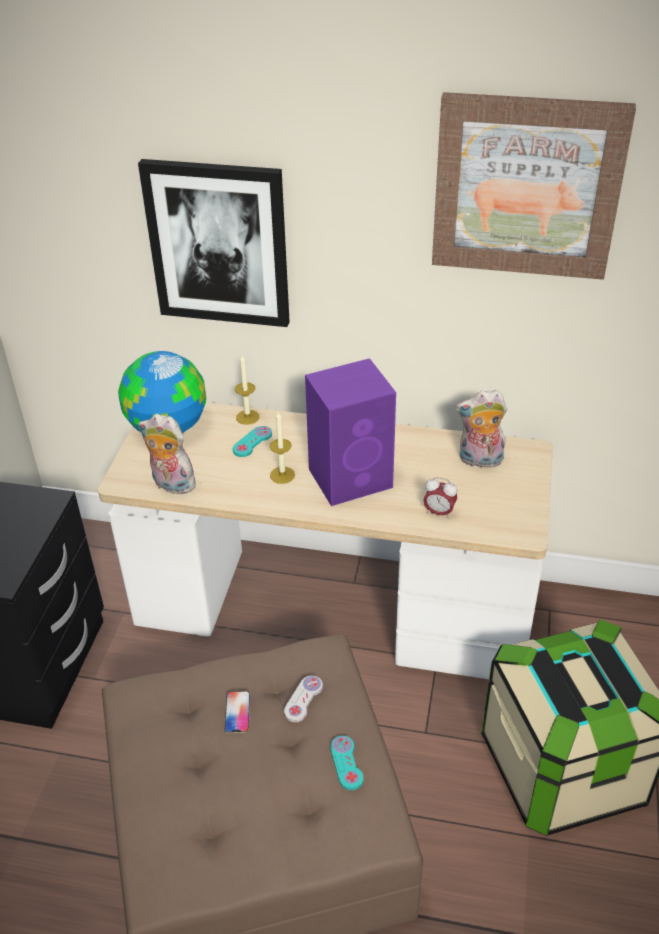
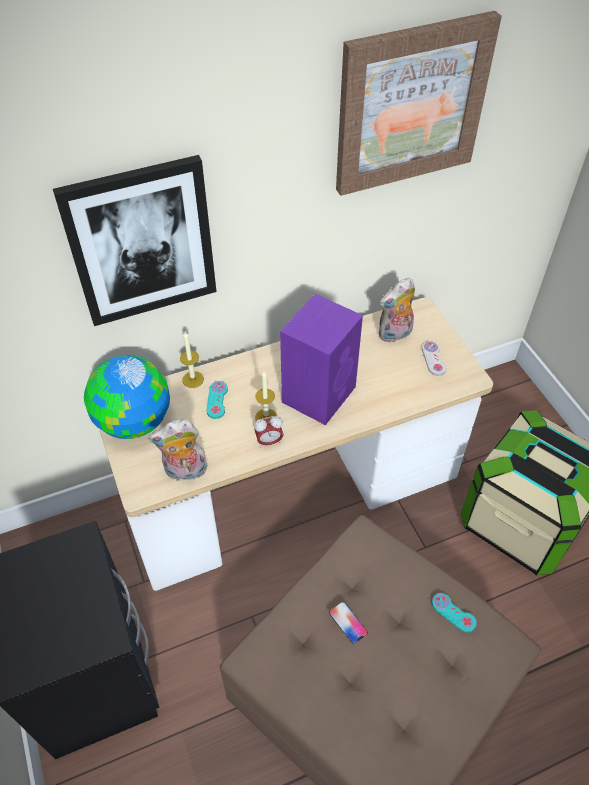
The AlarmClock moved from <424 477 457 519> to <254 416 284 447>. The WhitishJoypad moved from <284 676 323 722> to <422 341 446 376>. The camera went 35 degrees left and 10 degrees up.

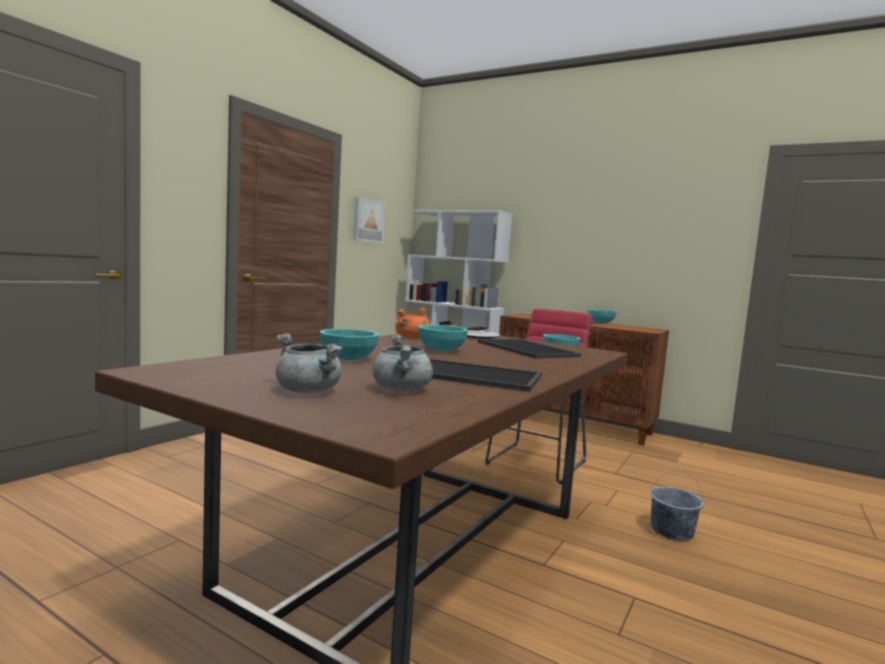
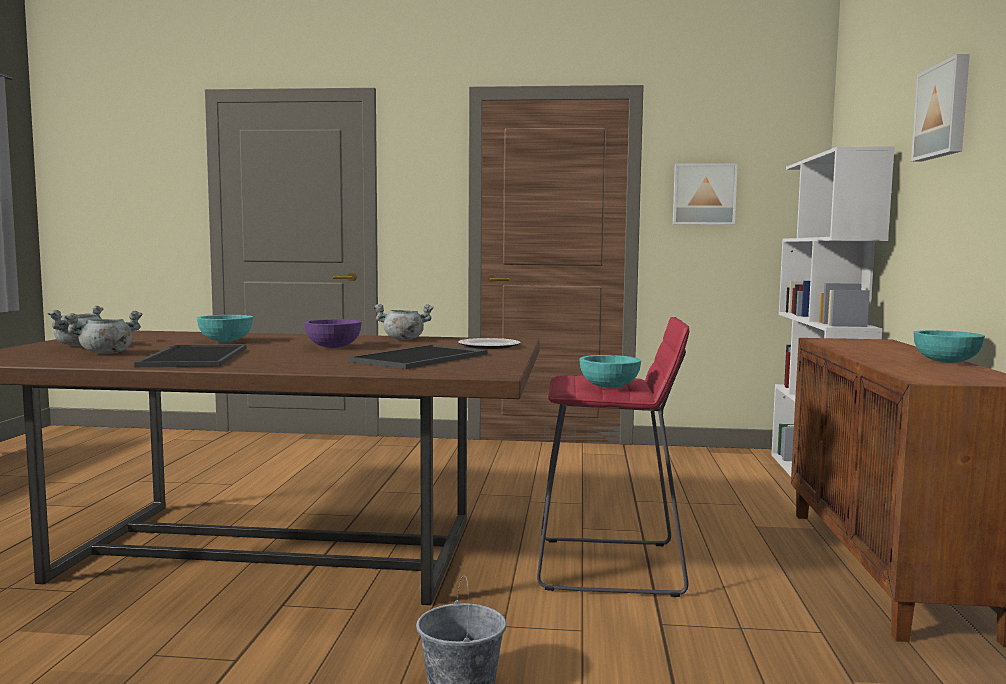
The OrangeColouredStockpot at <395 308 430 339> became the GrayStockpot at <373 304 434 340>. The BlueGreenServingBowl at <418 325 468 351> became the PurpleColouredServingBowl at <304 319 362 348>. The WallArt at <911 54 970 162> appeared. The camera went 65 degrees right and 0 degrees up.

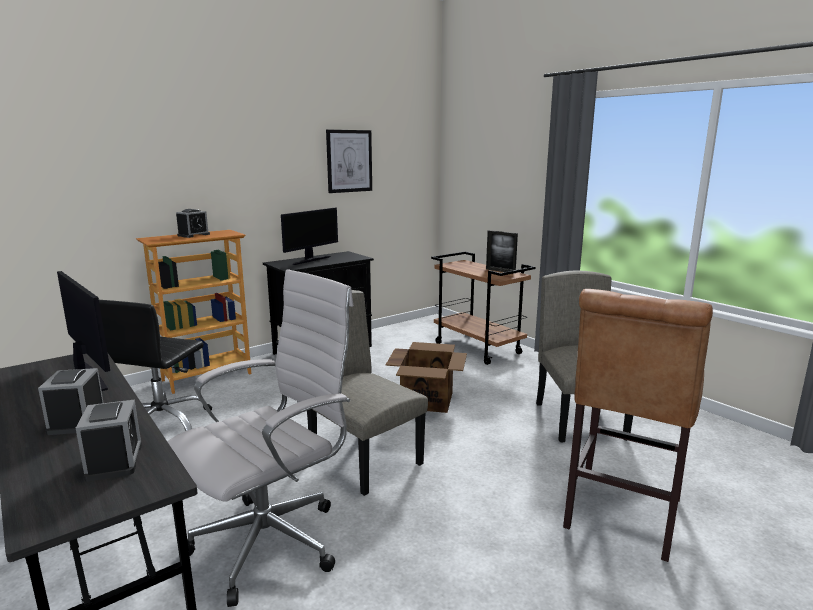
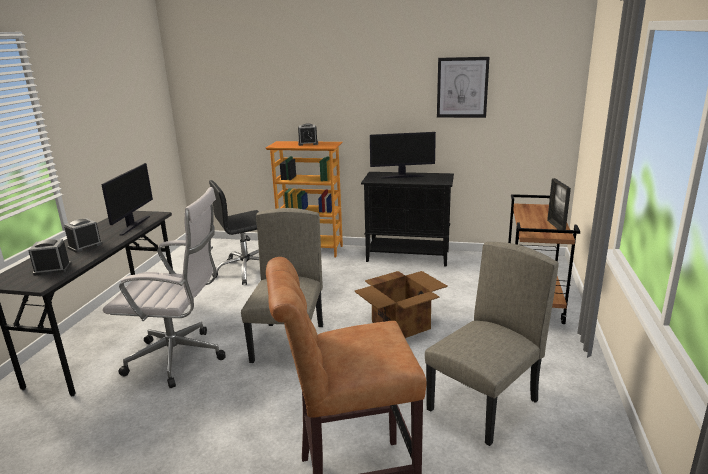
The AlarmClock at <76 400 142 482> turned 135 degrees counterclockwise. The camera went 50 degrees right and 5 degrees up.

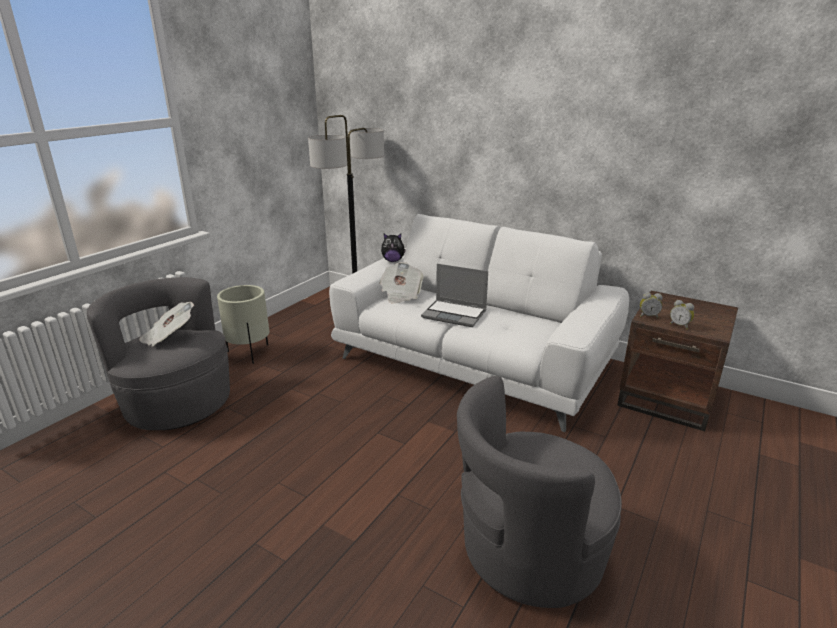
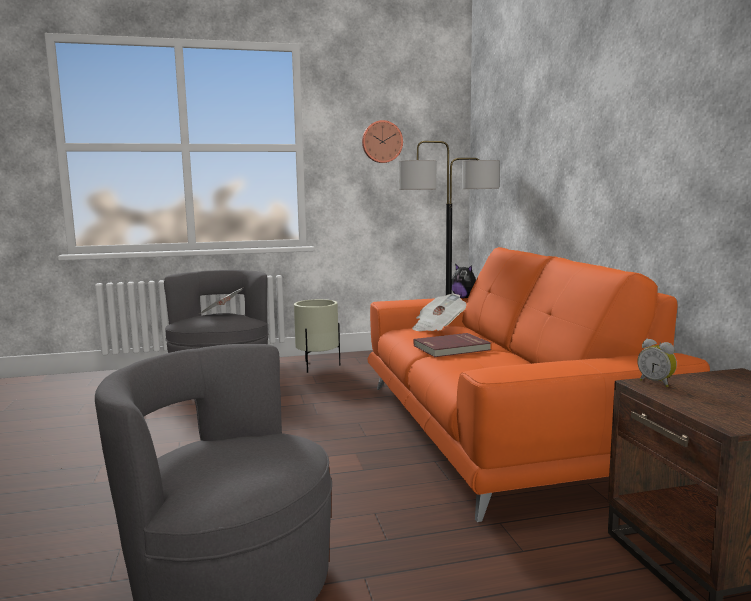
The WhitishCouch at <329 214 629 432> became the OrangeColouredCouch at <367 247 710 522>. The NotebookComputer at <421 264 488 327> was replaced by the RedVolume at <413 333 491 357>. The AlarmClock at <670 300 694 329> disappeared. The HangingClock at <362 120 403 163> appeared. The camera went 45 degrees right and 15 degrees down.

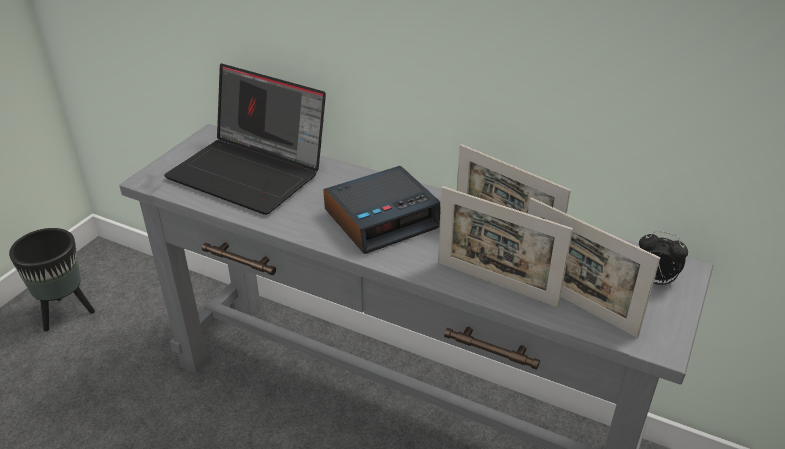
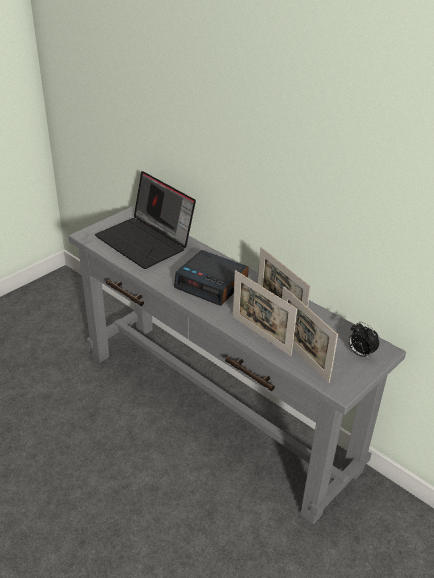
The AlarmClock at <323 166 440 254> turned 45 degrees clockwise. The BlackPlanter at <9 228 95 332> disappeared. The camera went 15 degrees right and 0 degrees up.

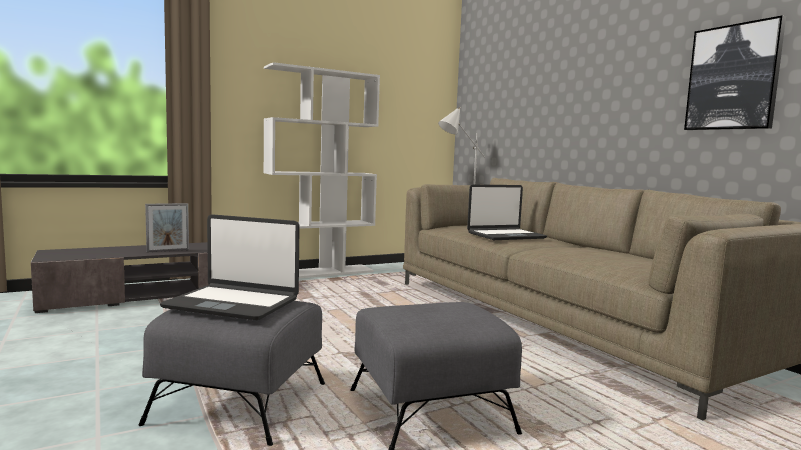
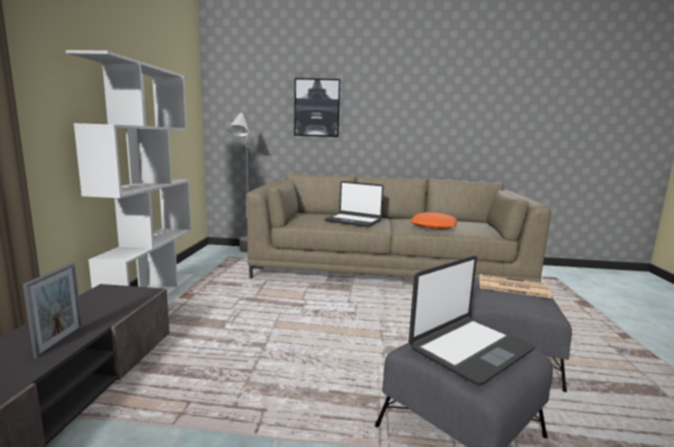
The WallArt moved from <684 15 786 130> to <294 78 341 137>. The NotebookComputer at <467 184 547 240> turned 105 degrees clockwise. The OrangeColouredThrowPillow at <410 212 457 230> appeared. The Newspaper at <479 274 552 298> appeared. The camera went 55 degrees left and 5 degrees up.

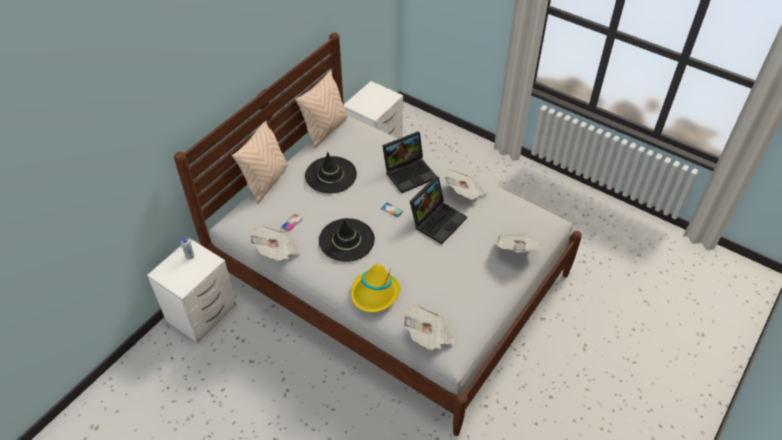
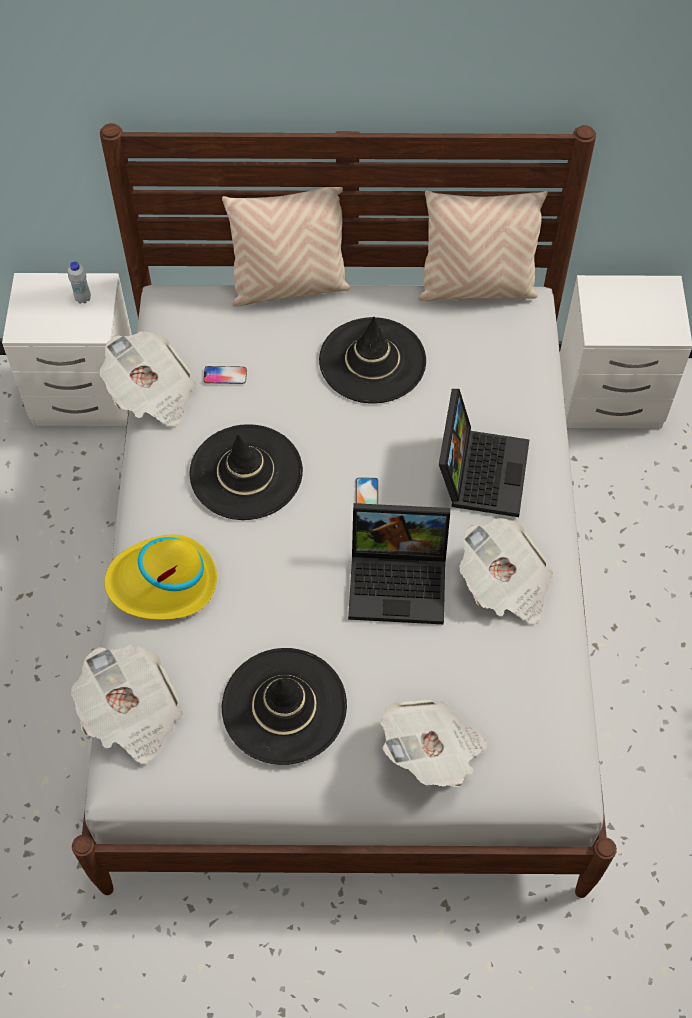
The NotebookComputer at <382 131 436 193> turned 105 degrees counterclockwise. The BlackHat at <222 648 347 765> appeared. The camera went 55 degrees right and 10 degrees up.

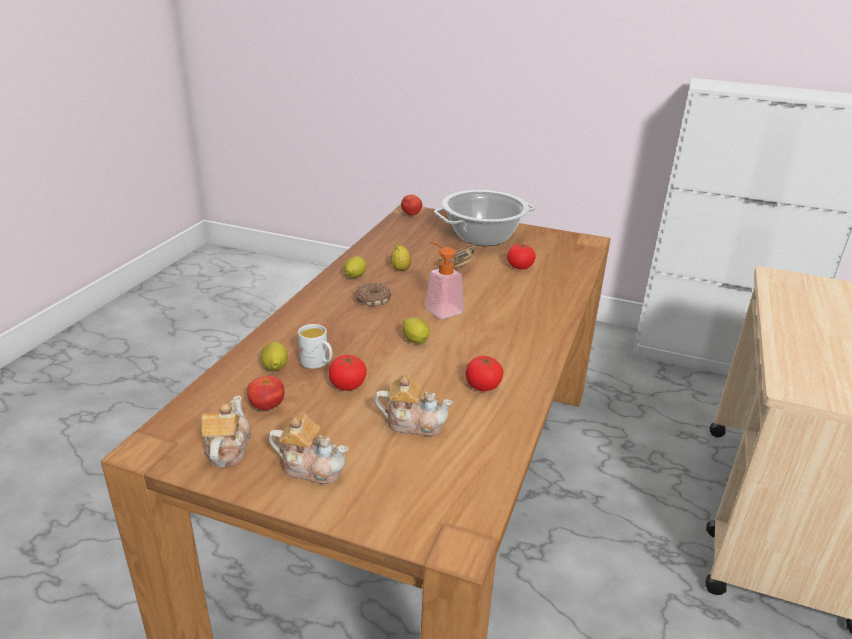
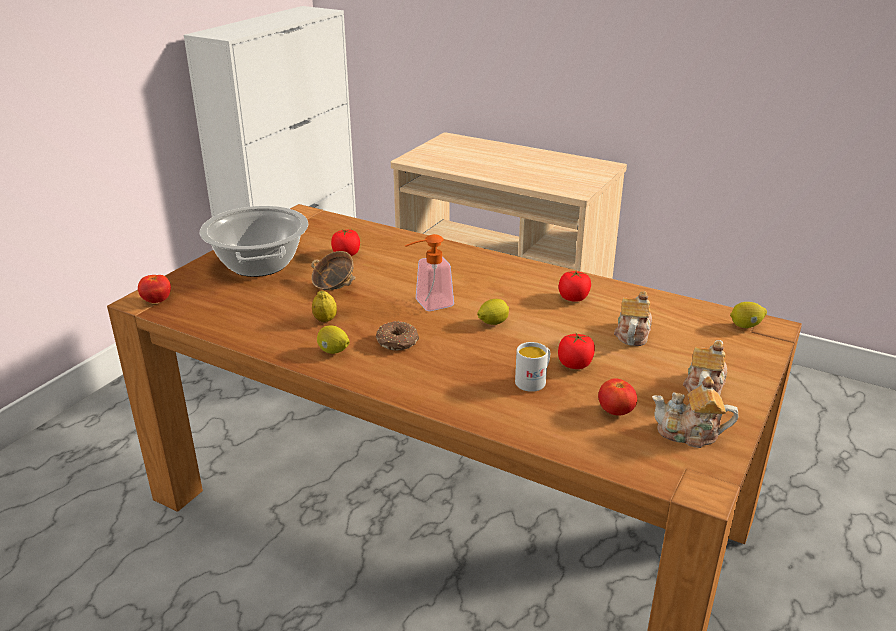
The CitrusFruit moved from <261 342 288 370> to <730 302 767 328>. The camera went 80 degrees left and 0 degrees up.

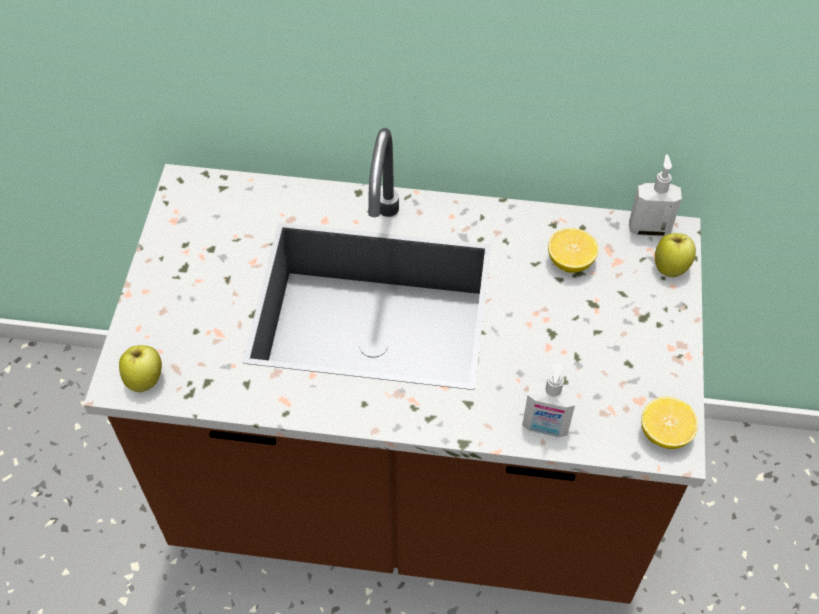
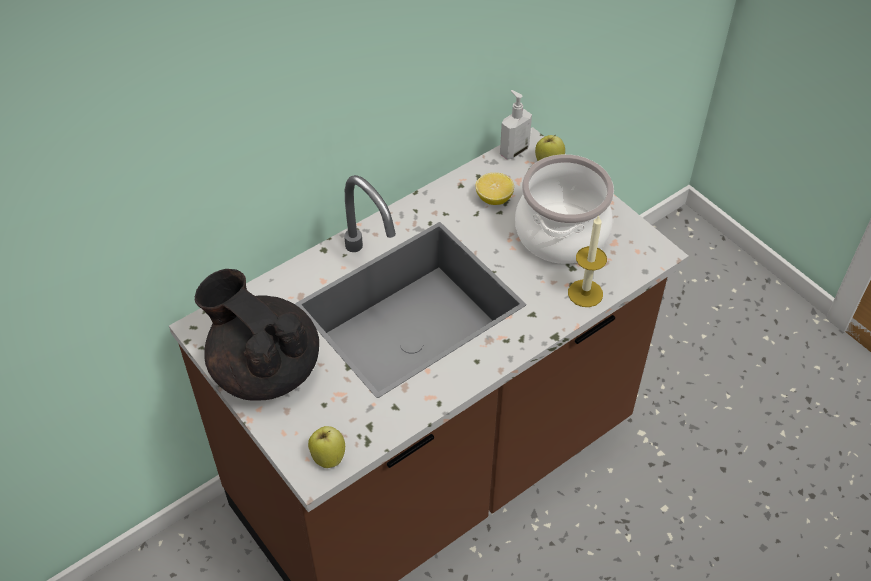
The LiquidSoapBottle at <522 364 578 437> was replaced by the Candle at <568 215 607 307>. The CitrusFruit at <641 397 698 449> disappeared. The Stockpot at <515 154 614 264> appeared. The BlackPotForTea at <195 269 319 401> appeared. The camera went 45 degrees left and 5 degrees down.

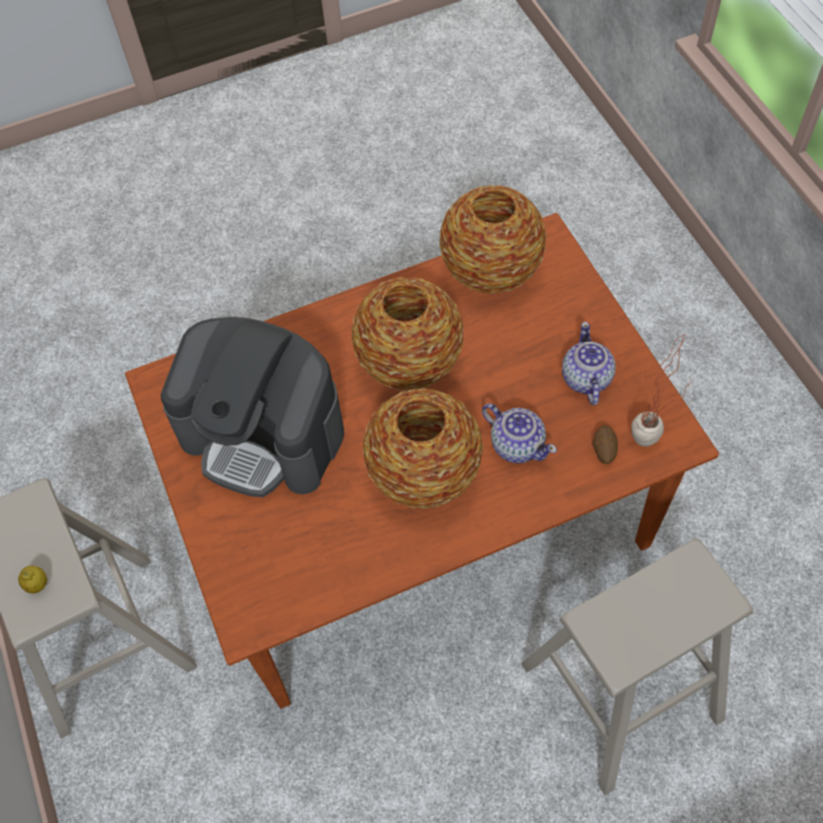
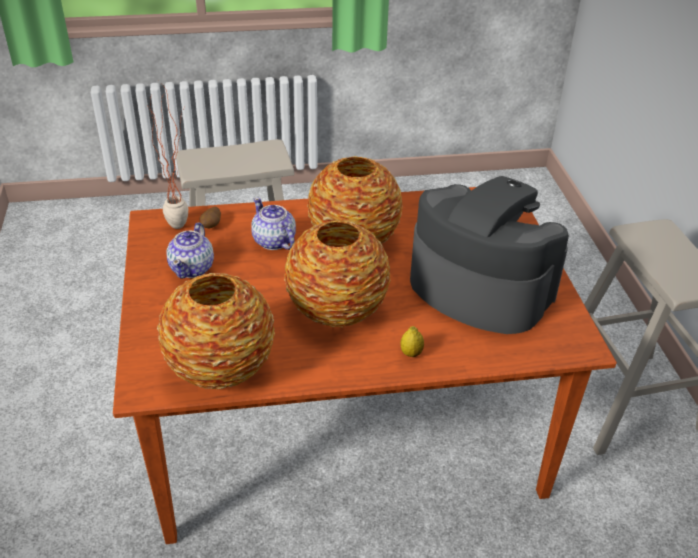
The CitrusFruit moved from <18 566 47 594> to <400 326 424 357>. The camera went 170 degrees left and 20 degrees down.

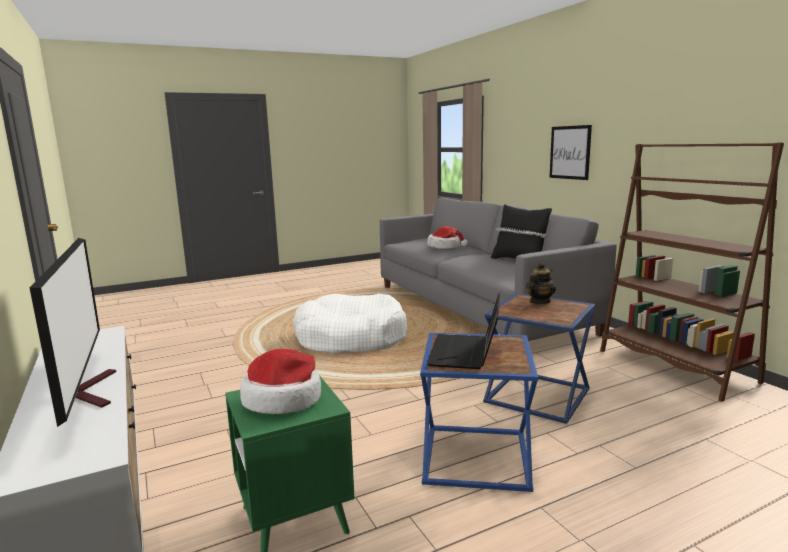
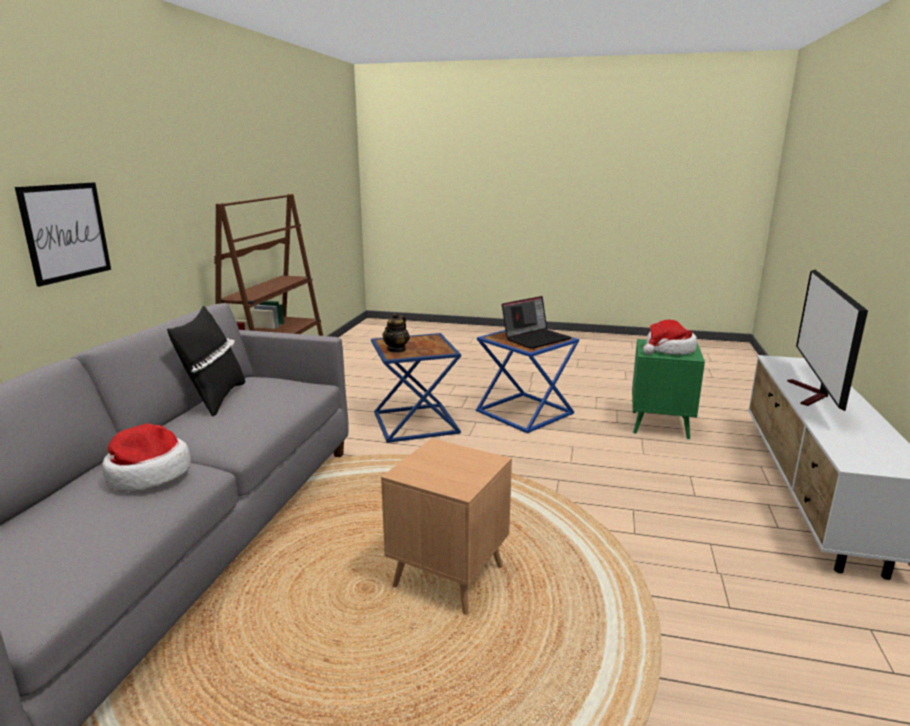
The PotForTea at <526 262 556 304> turned 60 degrees counterclockwise. The WhitishPetBed at <293 294 407 354> was replaced by the BrownColouredEndTable at <381 438 512 615>. The camera went 140 degrees left and 5 degrees up.

